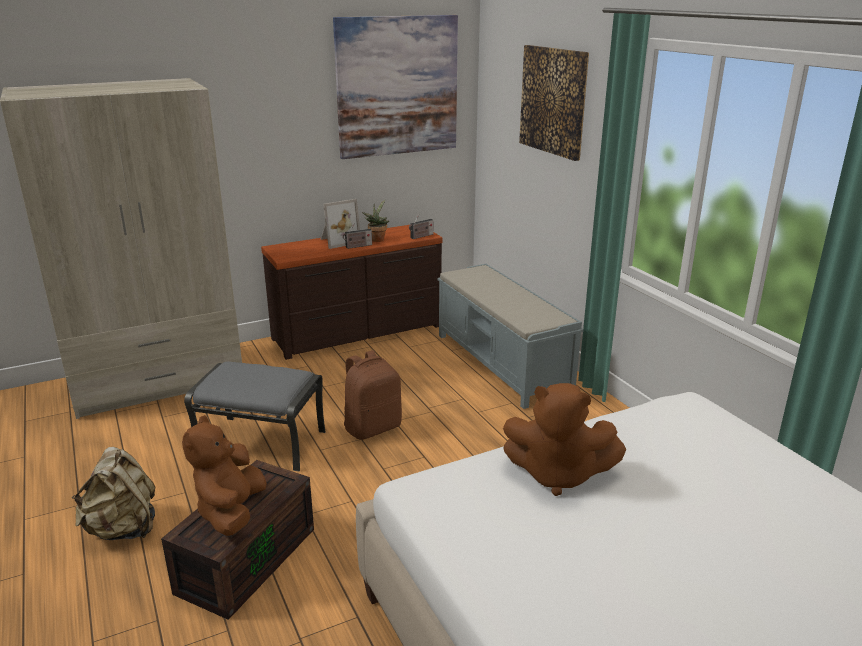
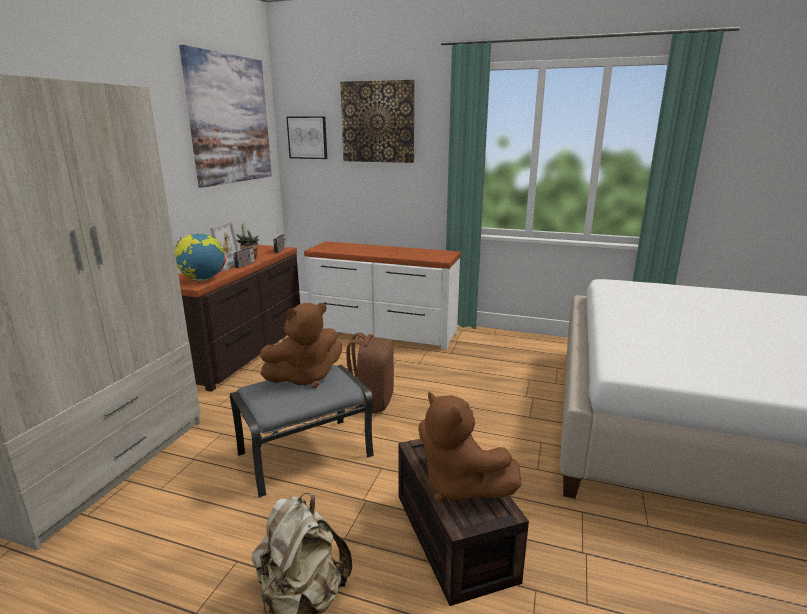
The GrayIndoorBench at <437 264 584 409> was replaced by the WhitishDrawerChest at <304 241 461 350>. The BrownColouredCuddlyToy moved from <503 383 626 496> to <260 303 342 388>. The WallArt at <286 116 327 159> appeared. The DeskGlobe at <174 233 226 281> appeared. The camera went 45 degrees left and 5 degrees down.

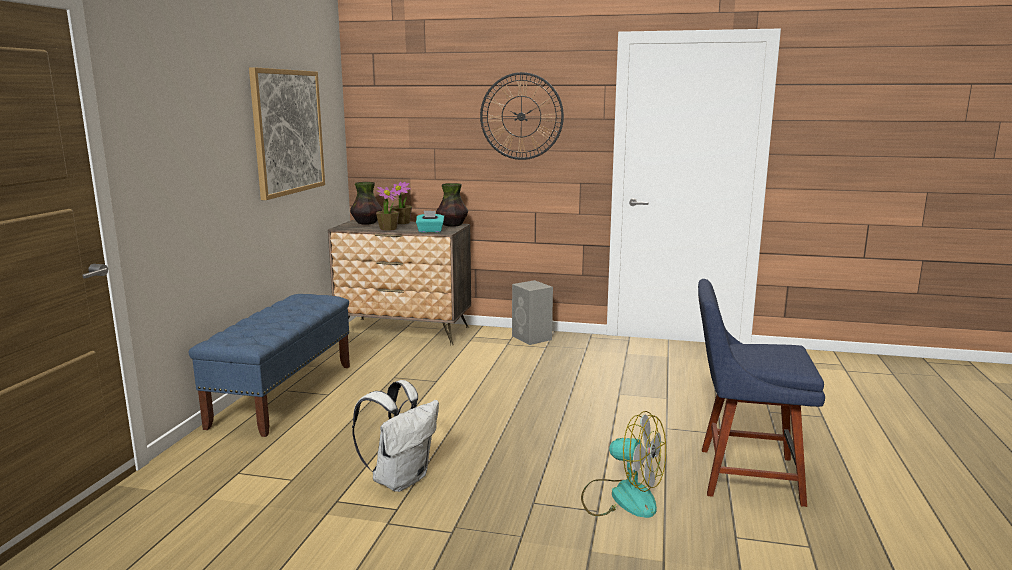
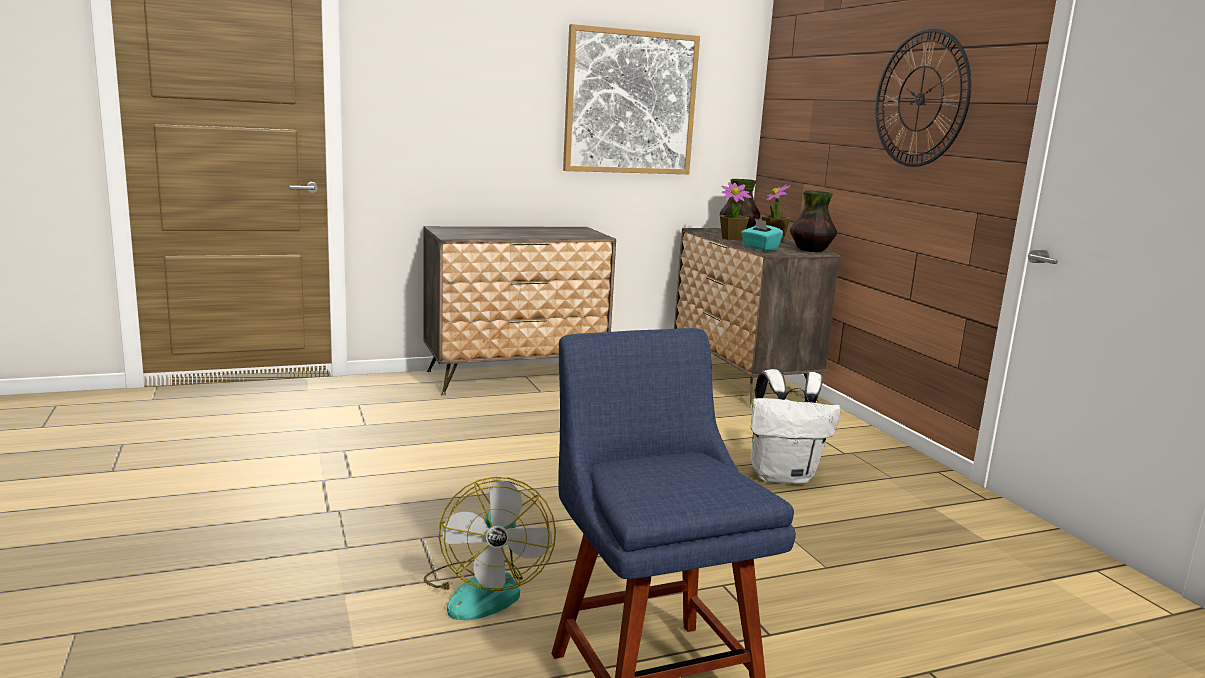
The GrayLoudspeaker at <512 280 553 345> disappeared. The BlueColouredIndoorBench at <189 294 350 437> was replaced by the DrawerChest at <423 226 616 396>. The WhitishKnapsack moved from <352 380 439 492> to <750 369 841 484>. The camera went 55 degrees right and 0 degrees up.

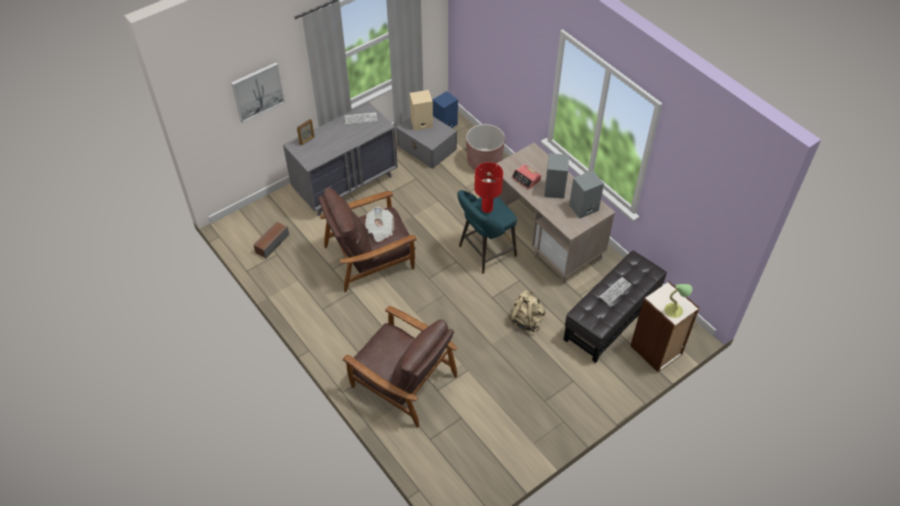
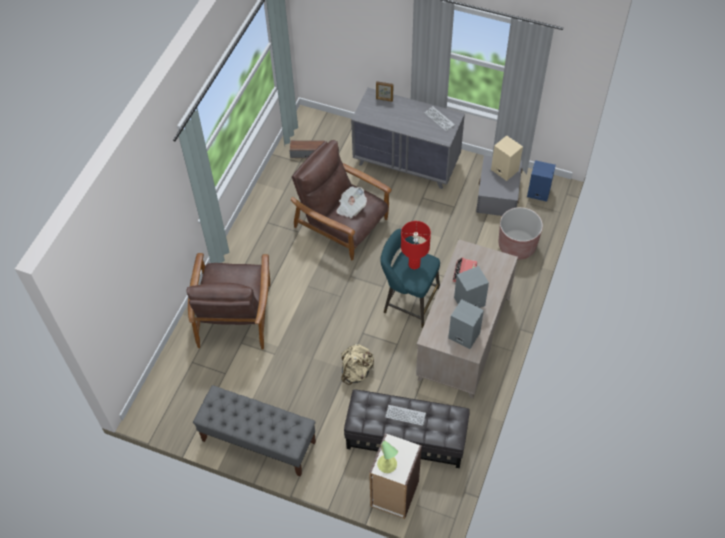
The WallArt at <231 63 285 123> disappeared. The GrayIndoorBench at <193 385 316 477> appeared. The camera went 60 degrees right and 5 degrees up.

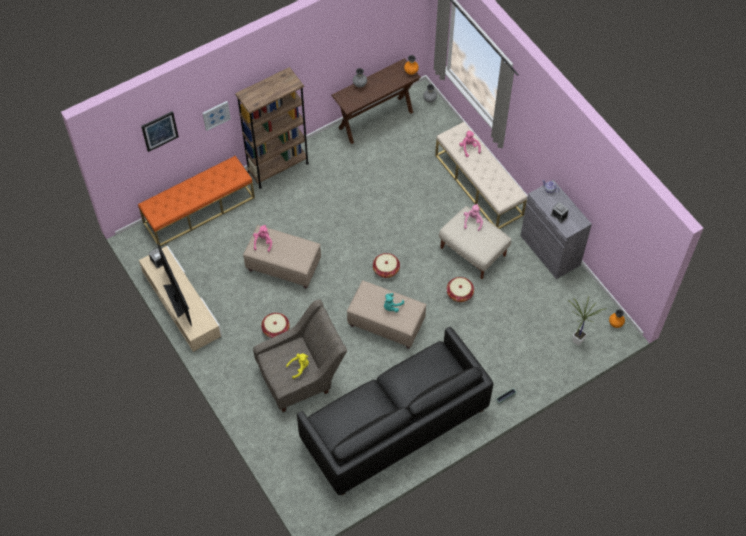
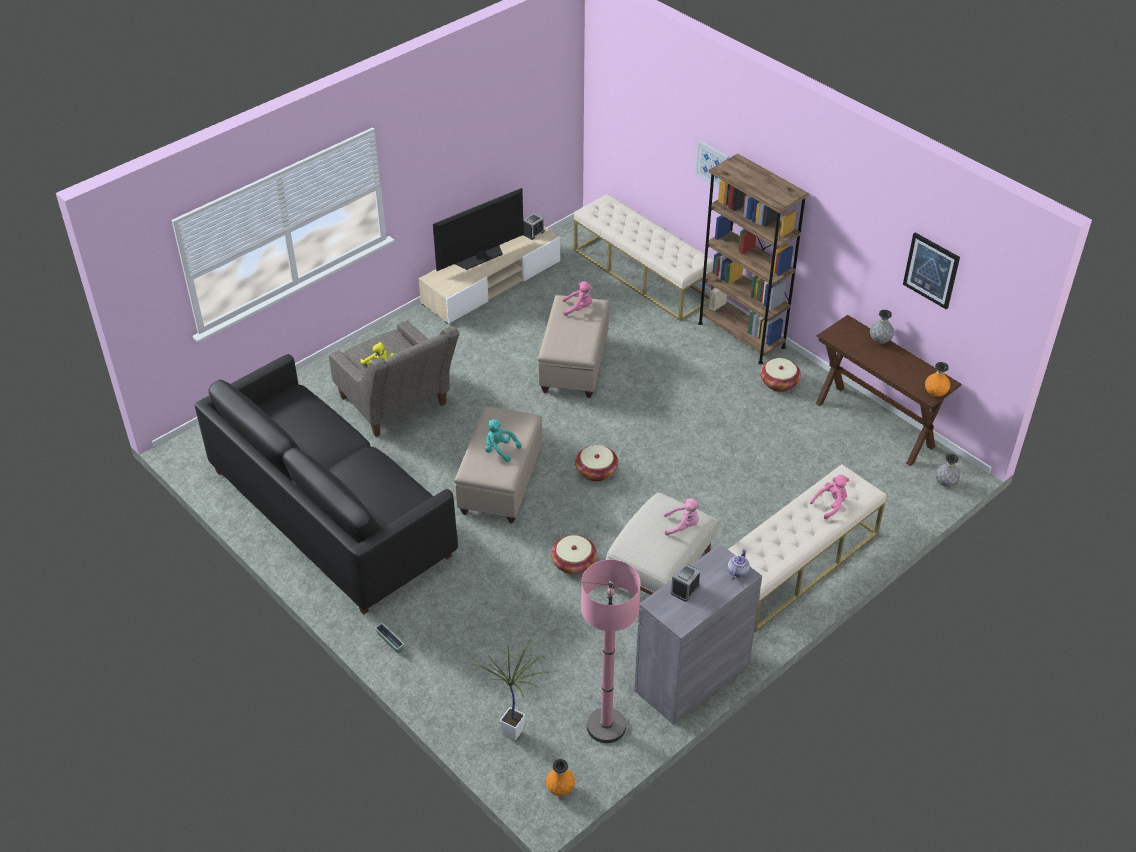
The WallArt moved from <141 111 179 152> to <903 233 960 309>. The OrangeColouredIndoorBench at <138 156 255 247> became the BeigeColouredIndoorBench at <574 194 715 321>. The StorageBasket moved from <261 313 290 338> to <760 358 801 392>. The PinkishStandardLamp at <581 560 641 743> appeared. The camera went 80 degrees right and 15 degrees down.

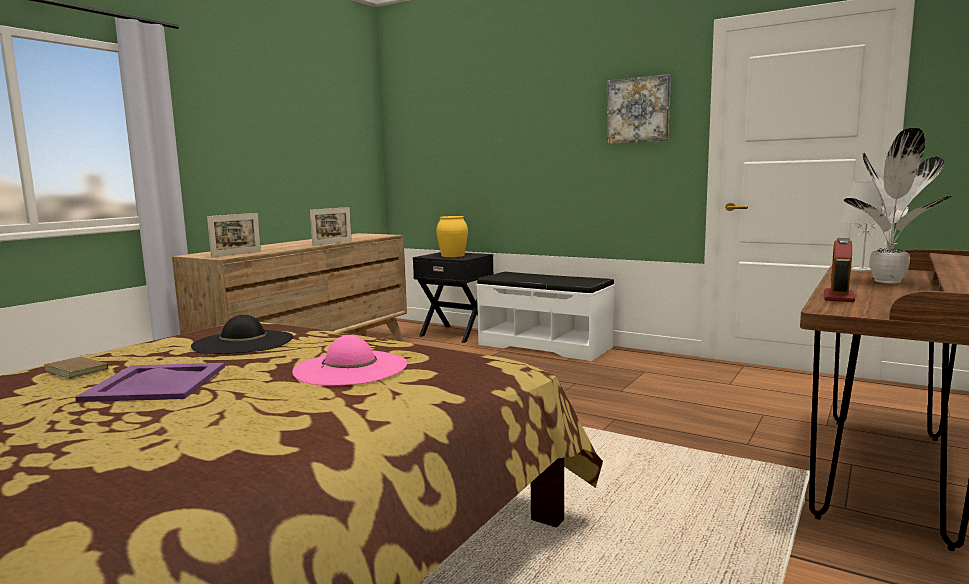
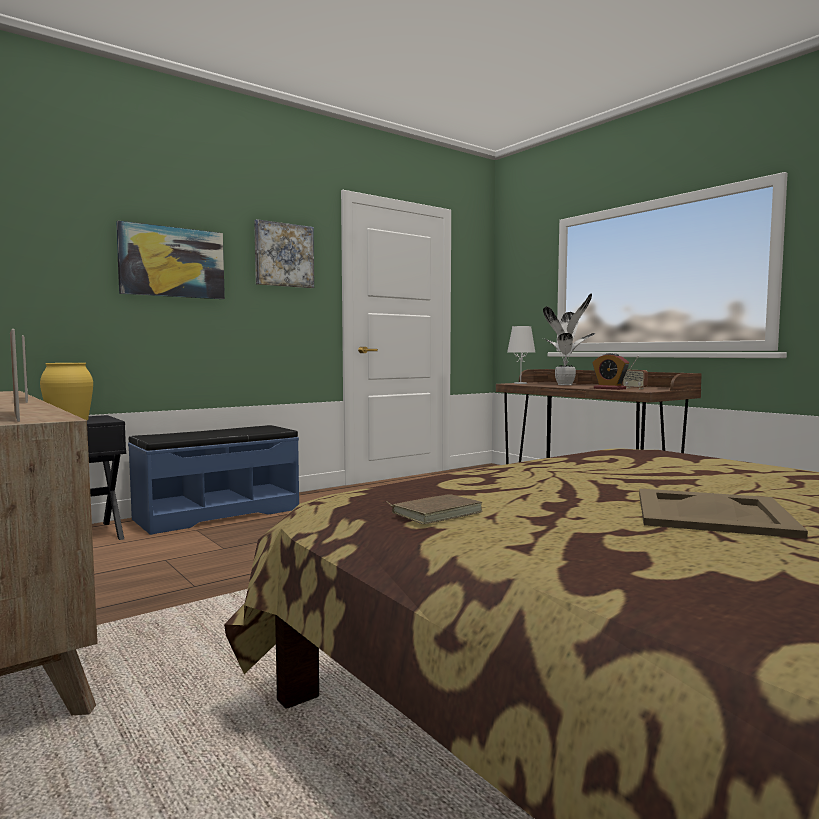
The WhitishIndoorBench at <476 272 614 361> became the BlueColouredIndoorBench at <128 425 299 535>. The BlackHat at <191 315 293 354> disappeared. The PinkishHat at <292 336 407 385> disappeared. The BrownColouredVolume moved from <44 354 108 379> to <383 494 483 524>. The PurpleColouredTray at <75 363 225 402> became the BeigeColouredTray at <639 488 808 539>. The WallArt at <116 220 225 299> appeared. The RadioSet at <622 356 648 389> appeared. The camera went 70 degrees left and 5 degrees down.

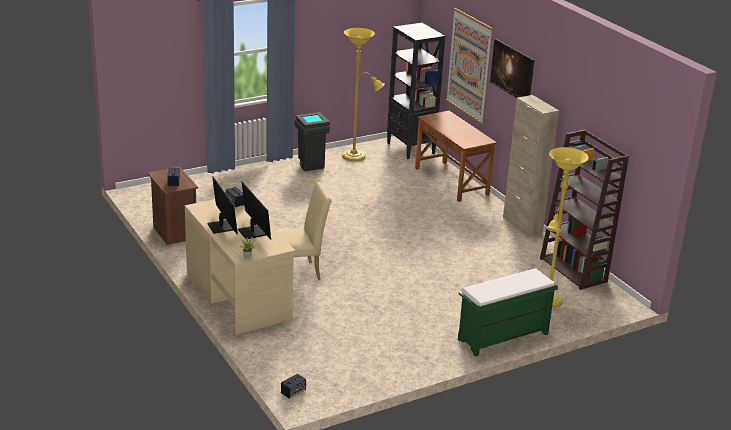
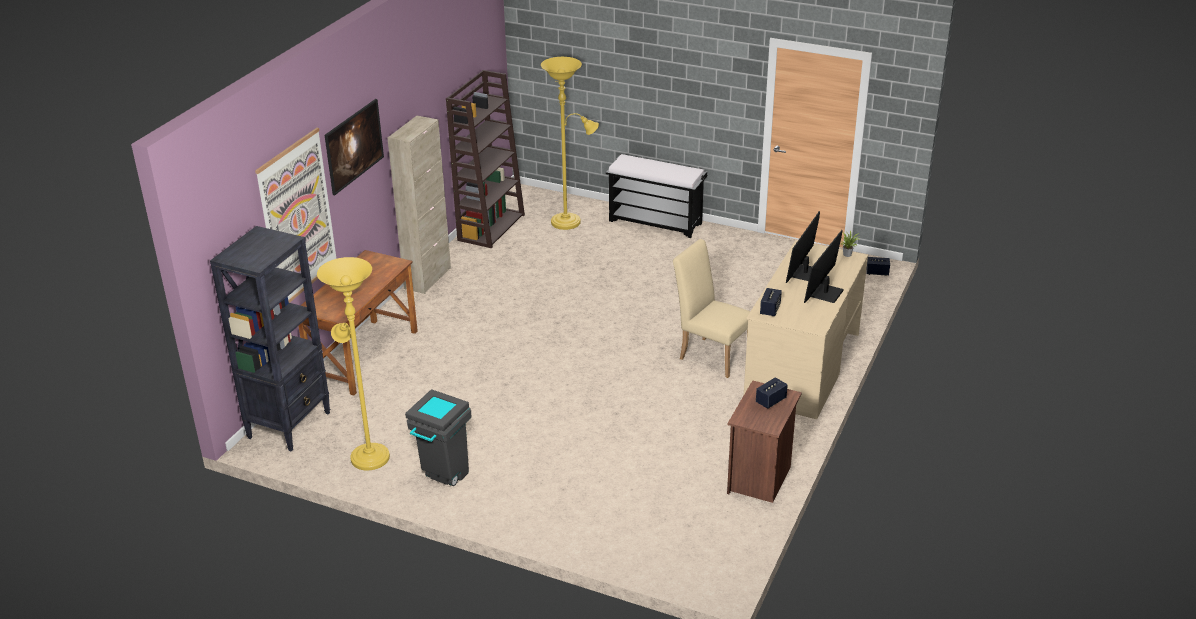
The GreenColouredIndoorBench at <458 268 558 357> became the BlackIndoorBench at <606 154 708 238>. The camera went 125 degrees left and 5 degrees up.

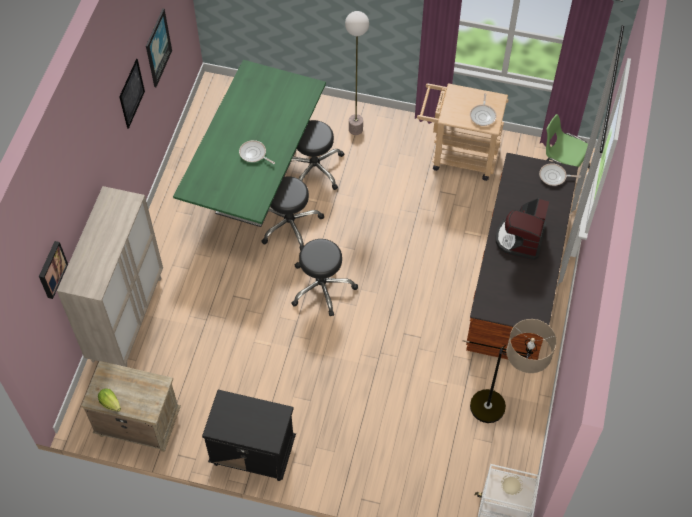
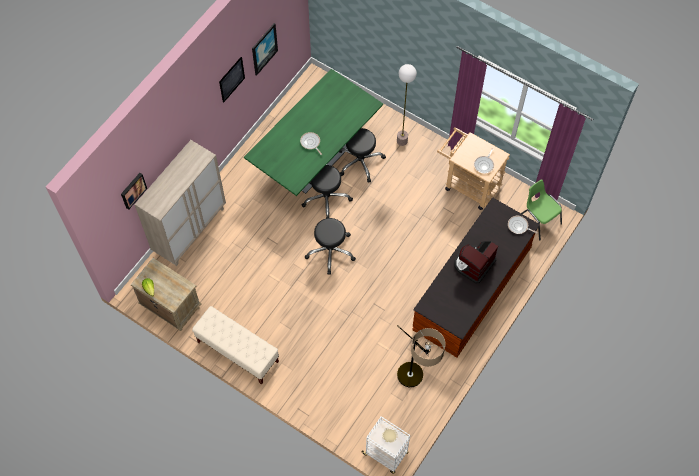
The BlackNightTable at <202 390 296 481> was replaced by the BeigeColouredIndoorBench at <192 306 279 385>. The camera went 20 degrees right and 5 degrees up.

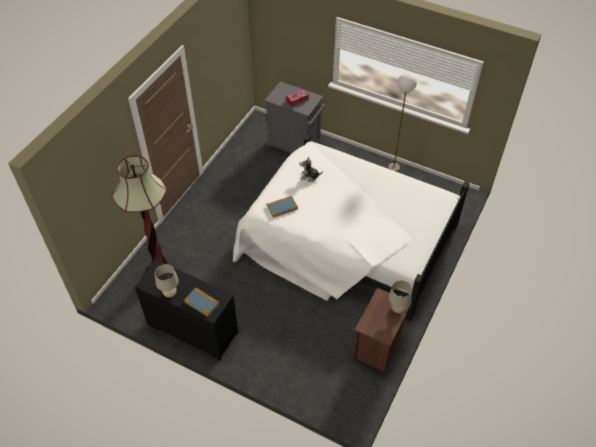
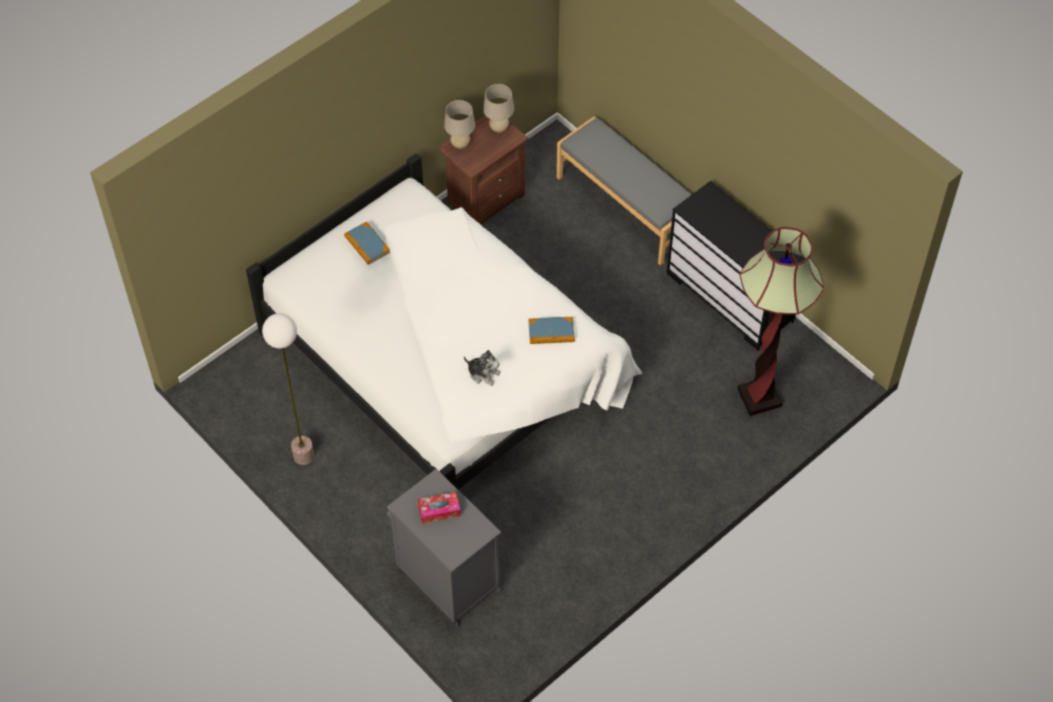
The BeigeColouredLampForATable moved from <155 264 179 298> to <483 84 514 133>. The Volume moved from <184 288 220 317> to <344 221 390 265>. The GrayIndoorBench at <557 116 692 266> appeared. The camera went 160 degrees left and 5 degrees up.

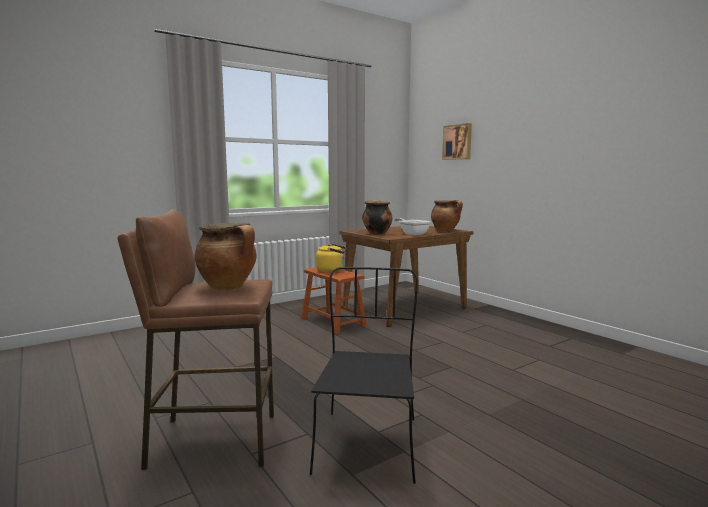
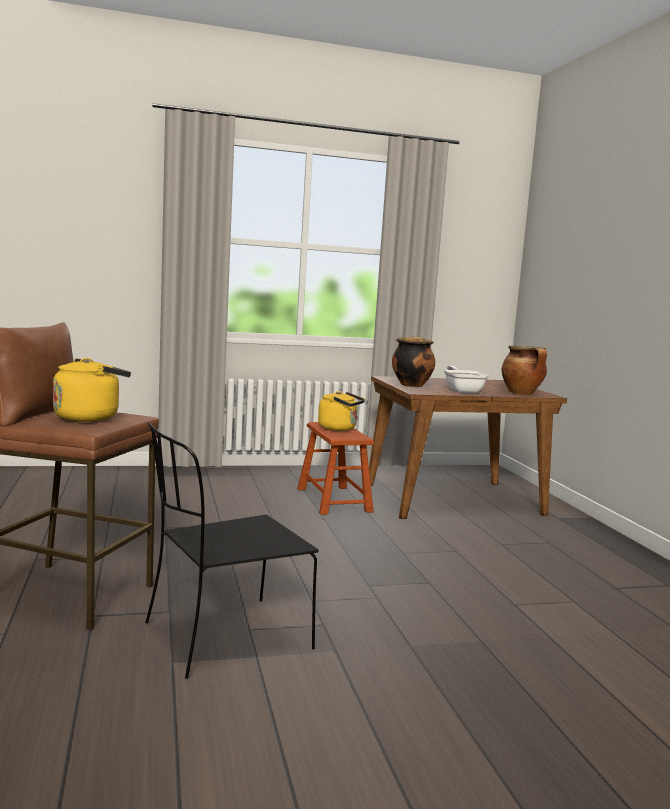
The WallArt at <442 123 472 160> disappeared. The Stockpot at <195 223 256 290> was replaced by the YellowishWaterKettle at <53 358 131 422>. The BlackUprightChair at <310 267 418 484> turned 150 degrees counterclockwise. The camera went 20 degrees right and 0 degrees up.

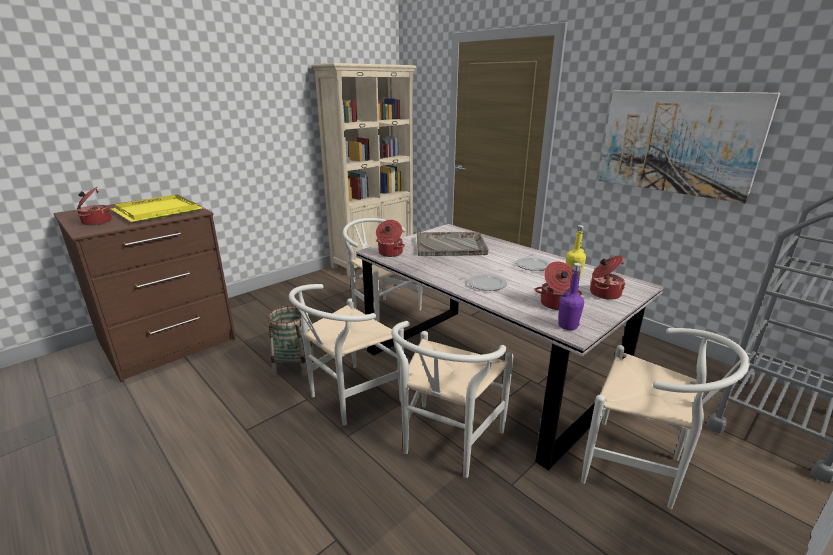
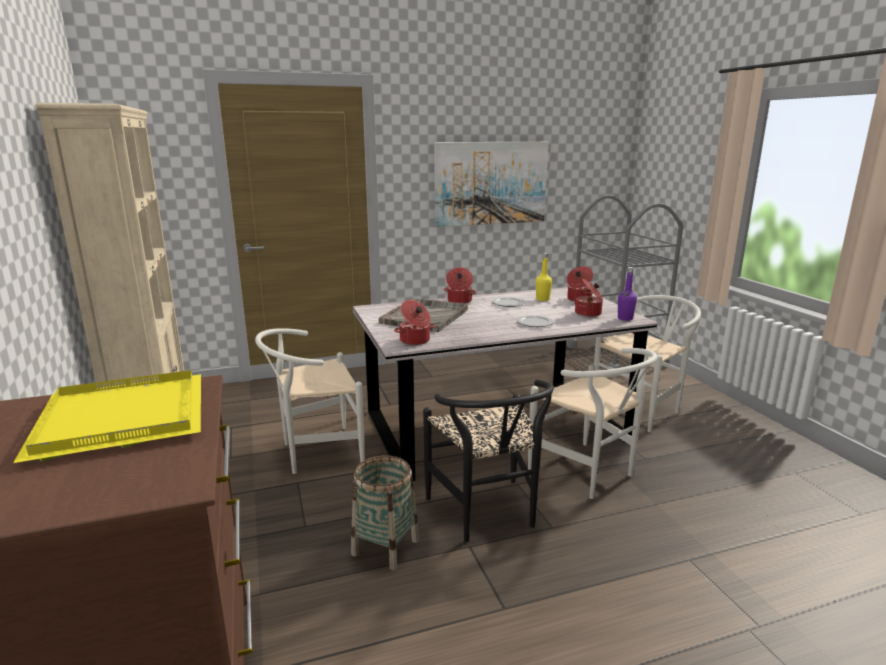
The Stockpot moved from <77 187 112 225> to <444 267 476 304>. The WhitishUprightChair at <289 284 404 426> became the BlackUprightChair at <423 380 554 542>. The camera went 65 degrees left and 5 degrees down.

